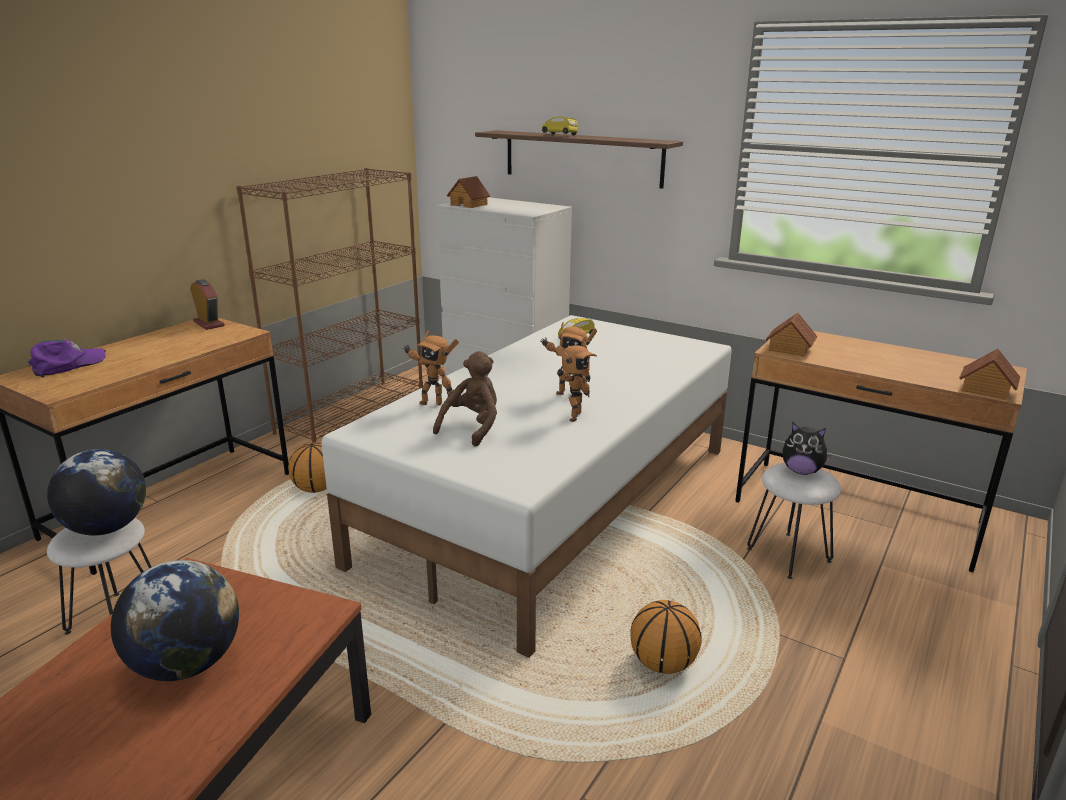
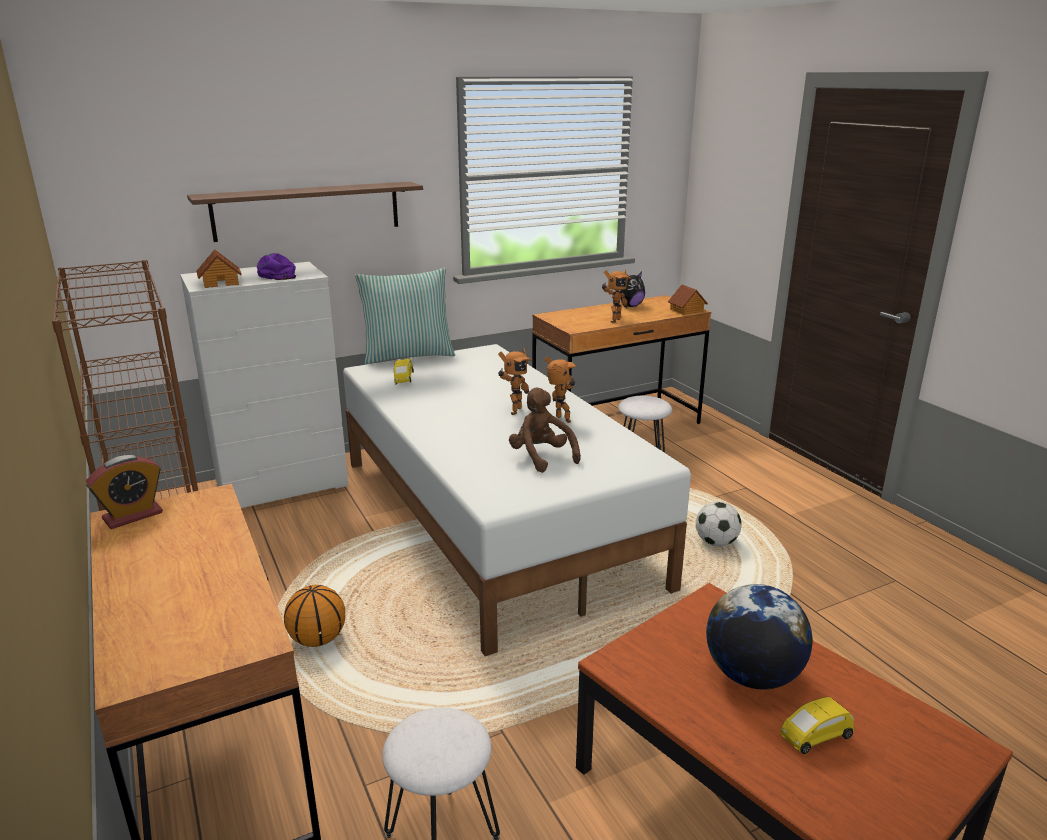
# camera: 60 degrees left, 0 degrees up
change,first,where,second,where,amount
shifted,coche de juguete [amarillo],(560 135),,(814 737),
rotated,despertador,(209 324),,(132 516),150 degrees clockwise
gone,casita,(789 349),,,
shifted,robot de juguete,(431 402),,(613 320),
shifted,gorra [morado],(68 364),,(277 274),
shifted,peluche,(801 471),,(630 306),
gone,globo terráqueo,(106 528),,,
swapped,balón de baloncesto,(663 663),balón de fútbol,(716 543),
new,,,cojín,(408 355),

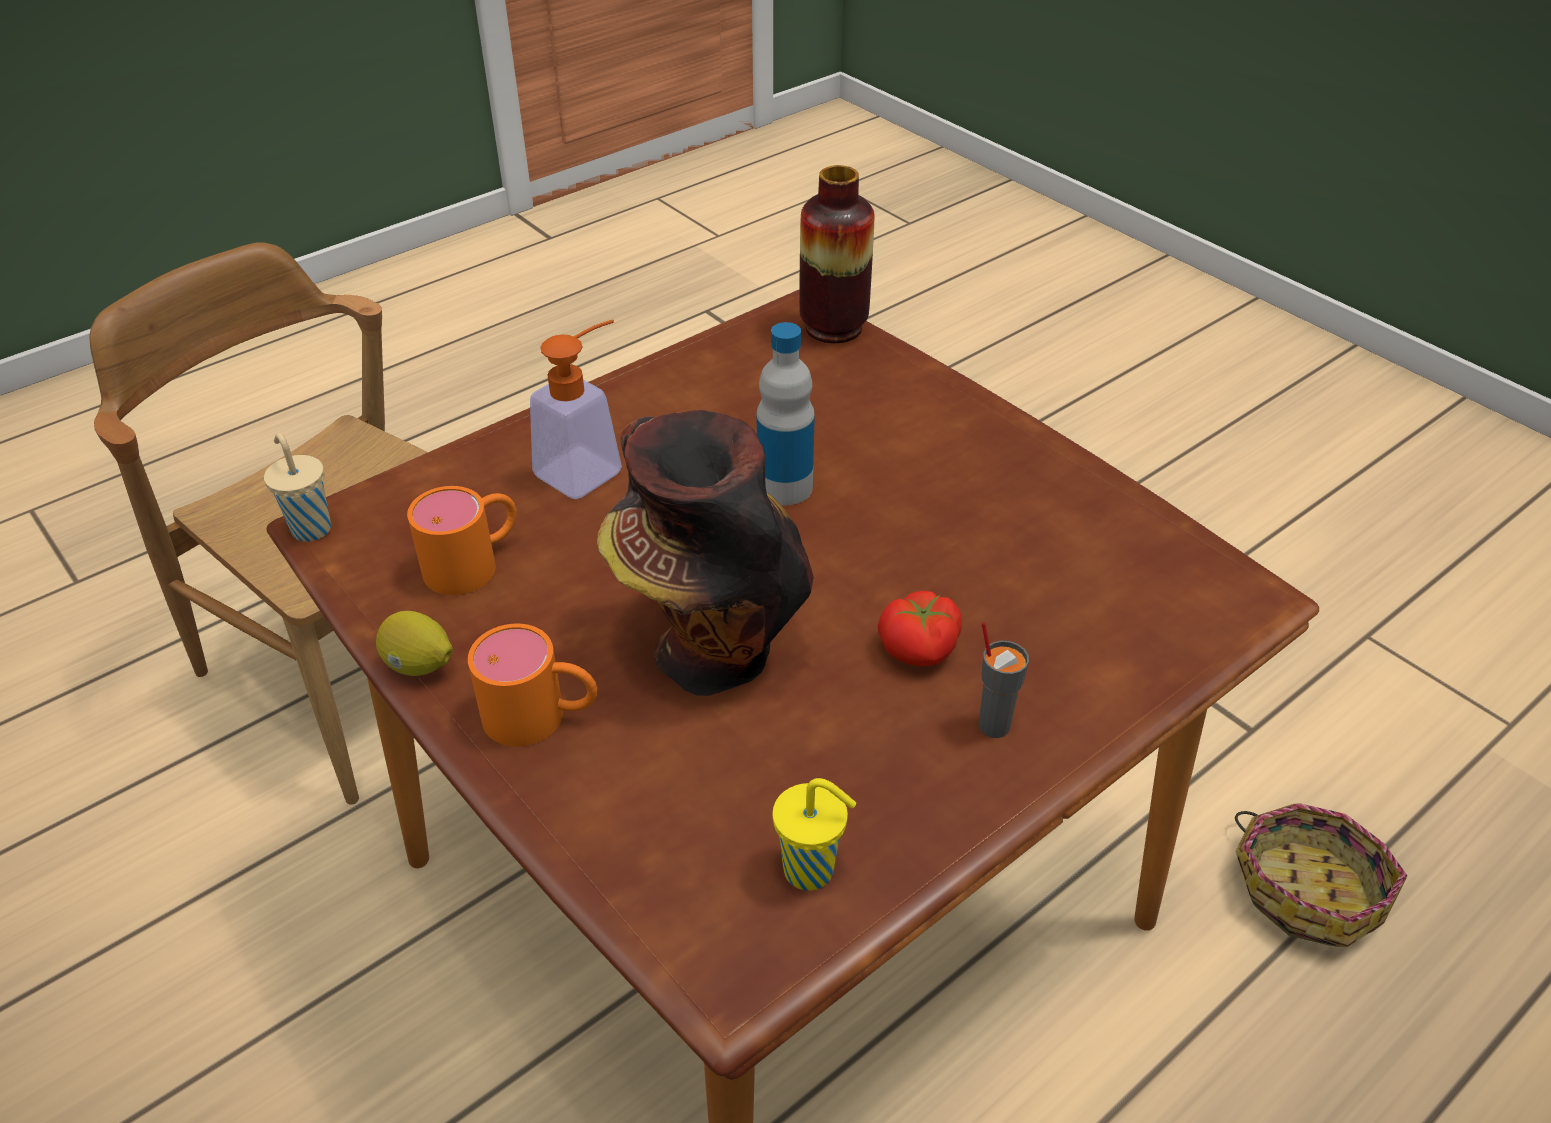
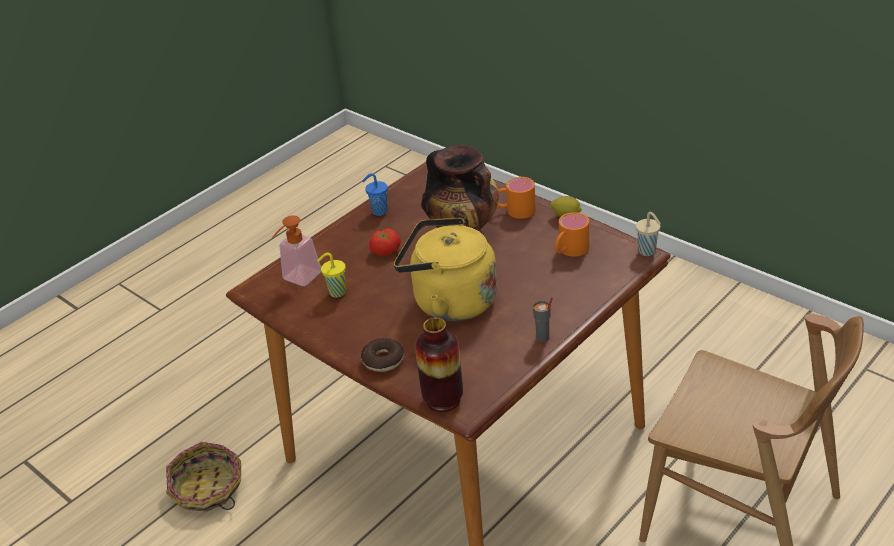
# camera: 175 degrees right, 5 degrees down
change,first,where,second,where,amount
shifted,dispensador de jabón,(589 467),,(298 279),
swapped,botella,(785 487),hervidor [amarillo],(449 301),
shifted,taza [gris],(993 725),,(543 337),
shifted,taza [amarillo],(812 871),,(336 292),
new,,,taza [azul],(378 211),
new,,,rosquilla,(383 360),

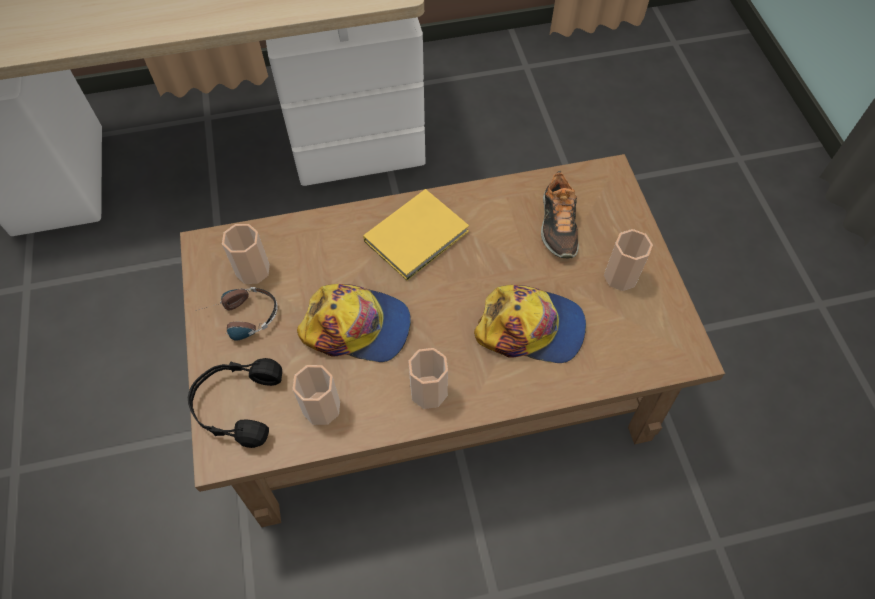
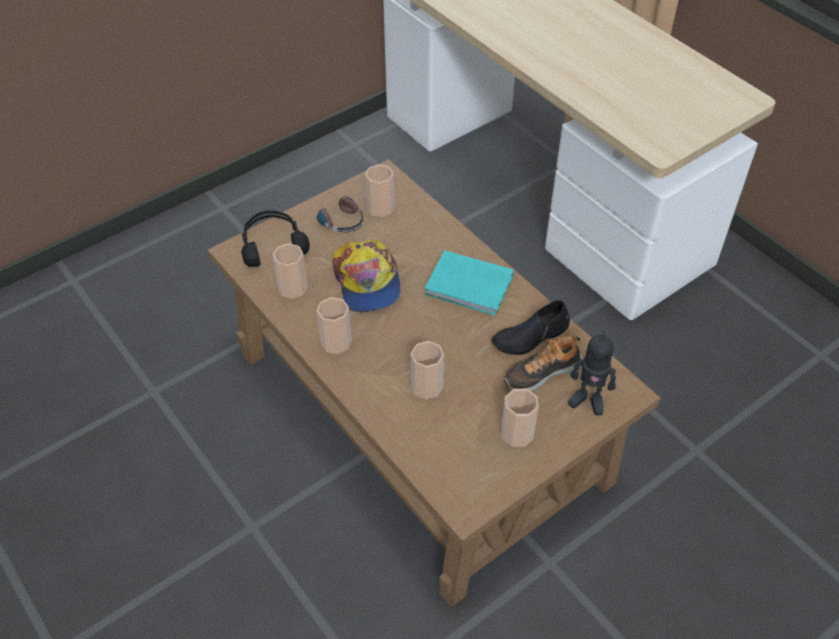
# camera: 65 degrees right, 10 degrees down
change,first,where,second,where,amount
repainted,libro [amarillo],(419 236),libro [turquesa],(470 286),
swapped,gorra,(531 328),taza,(427 386),
new,,,zapato [negro],(530 336),
new,,,robot de juguete,(588 400),

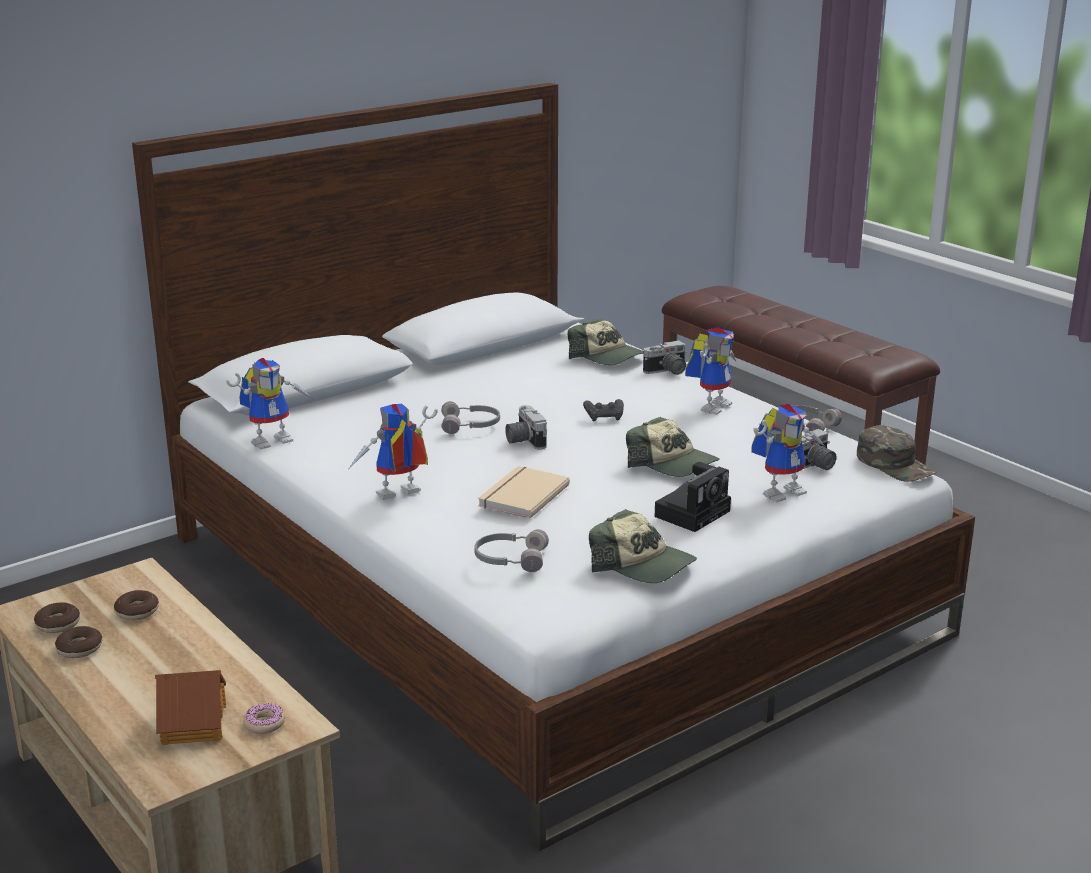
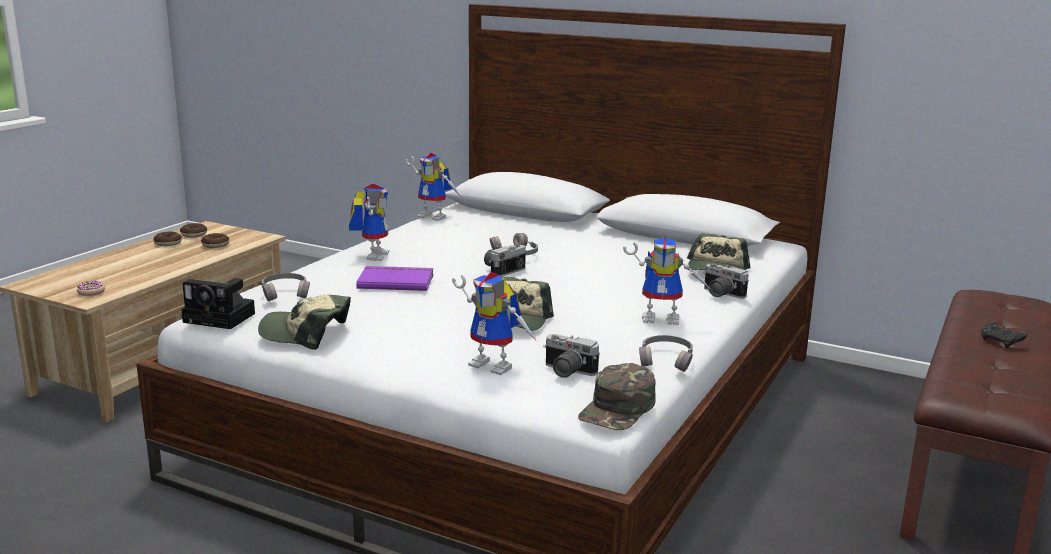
# camera: 65 degrees right, 5 degrees down
change,first,where,second,where,amount
shifted,mando de consola [negro],(604 417),,(1000 342),
rotated,robot de juguete,(397 496),,(373 255),60 degrees clockwise
shifted,cámara,(693 512),,(222 318),
repainted,libro [beis],(521 495),libro [morado],(395 281),
rotated,gorra,(643 565),,(305 333),90 degrees clockwise
gone,casita,(192 724),,,

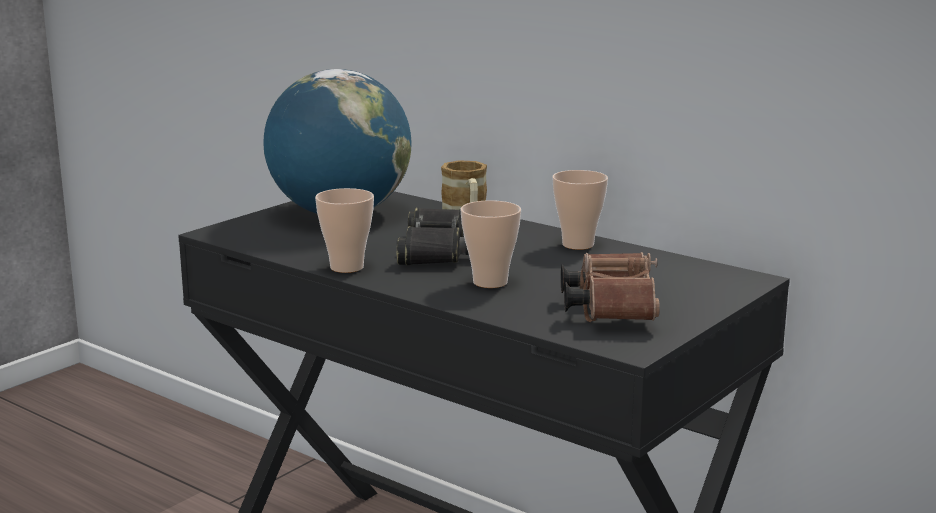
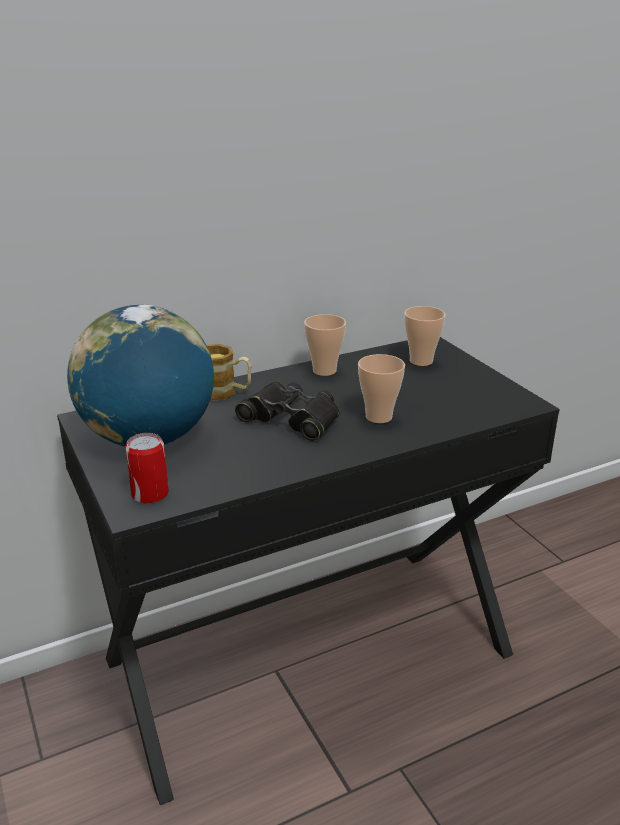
# camera: 65 degrees left, 10 degrees up
change,first,where,second,where,amount
shifted,taza,(346 267),,(421 361),
gone,prismáticos [marrón],(609 309),,,
new,,,lata,(150 494),

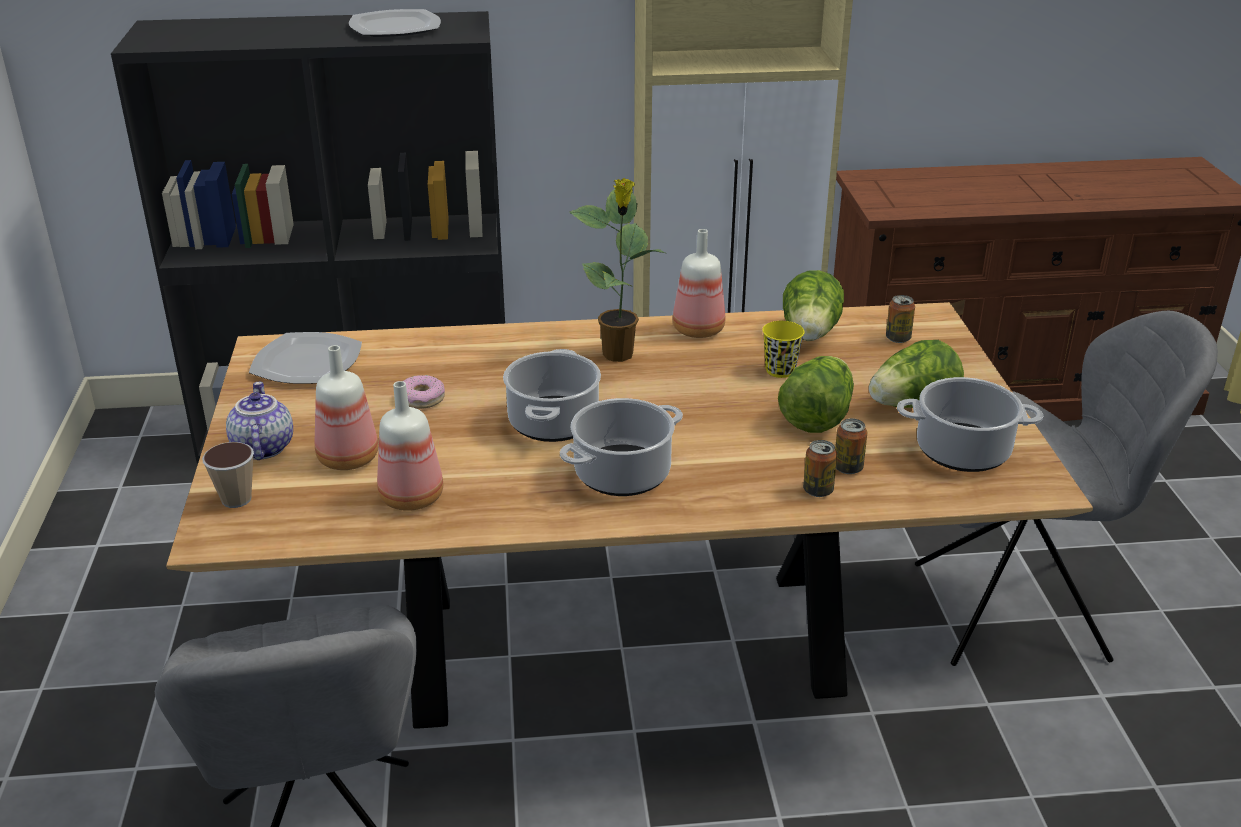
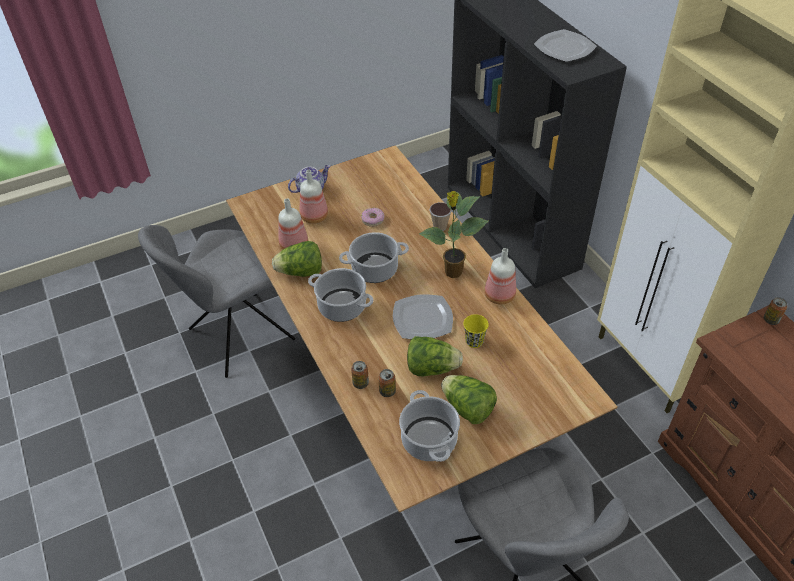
# camera: 70 degrees right, 15 degrees up
change,first,where,second,where,amount
shifted,lechuga,(810 335),,(301 272),
shifted,lata,(898 338),,(771 320),
shifted,plato,(308 362),,(423 319),
shifted,taza,(236 499),,(440 227),

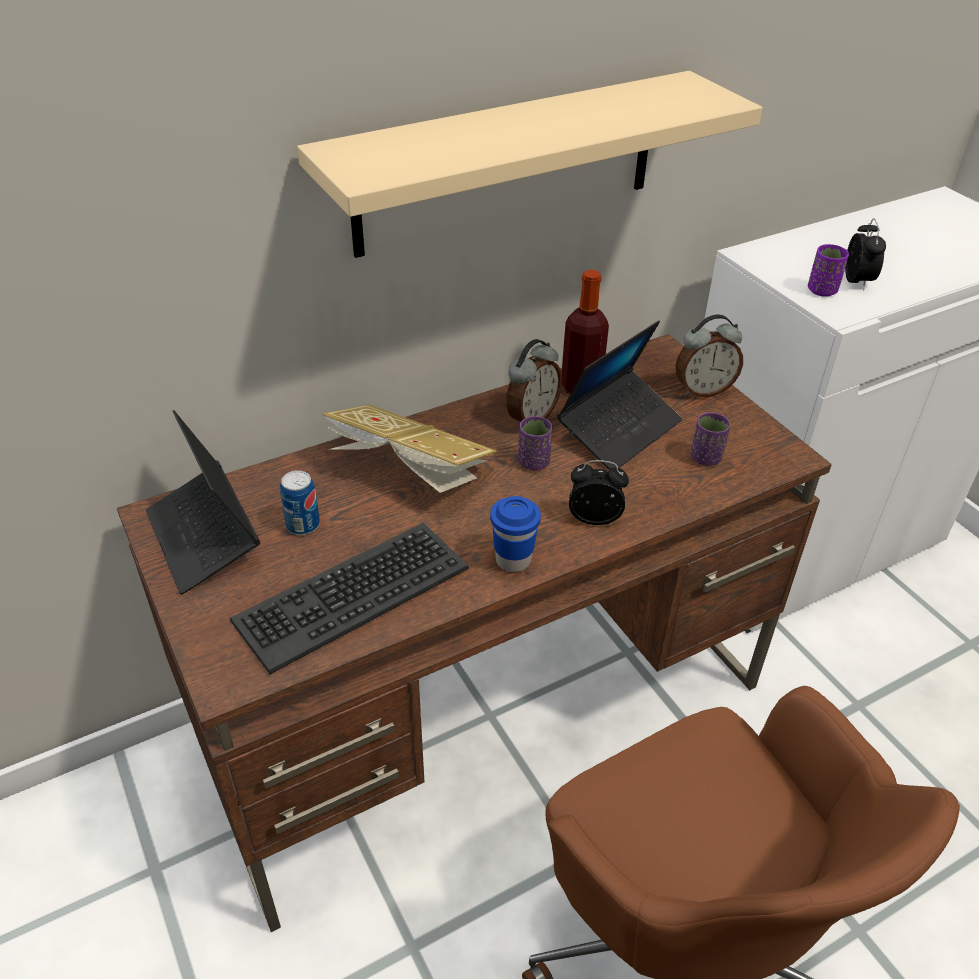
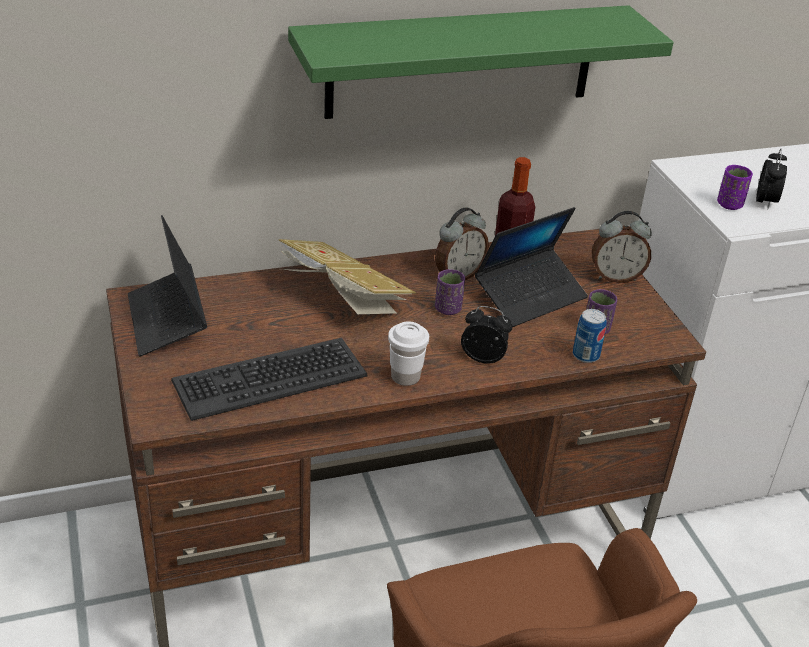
# camera: 10 degrees right, 5 degrees down
change,first,where,second,where,amount
repainted,estante [beis],(508 164),estante [verde],(461 61),
shifted,lata,(303 525),,(586 355),
repainted,taza [azul],(513 560),taza [blanco],(405 377),

